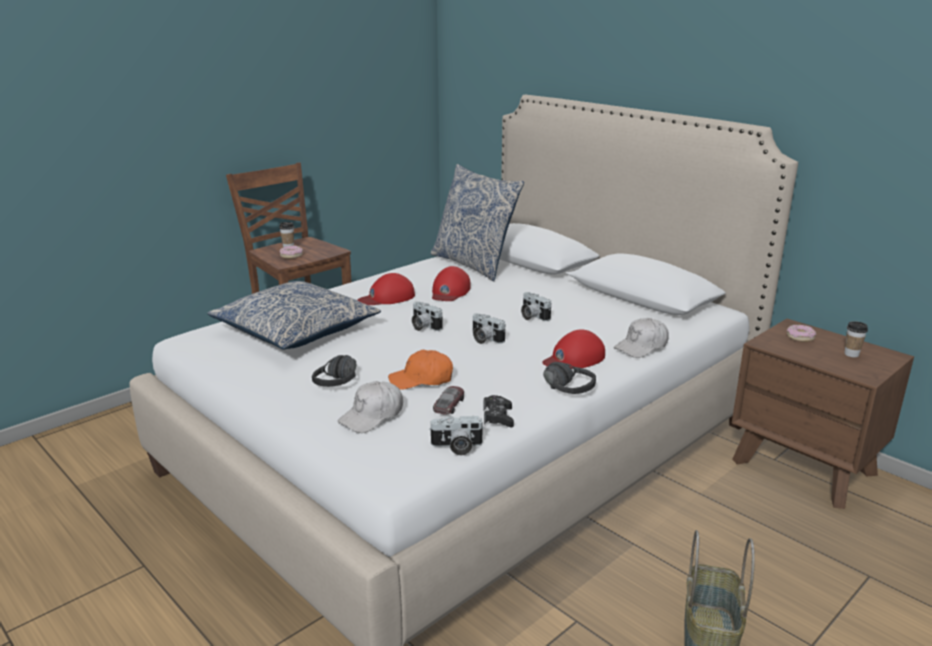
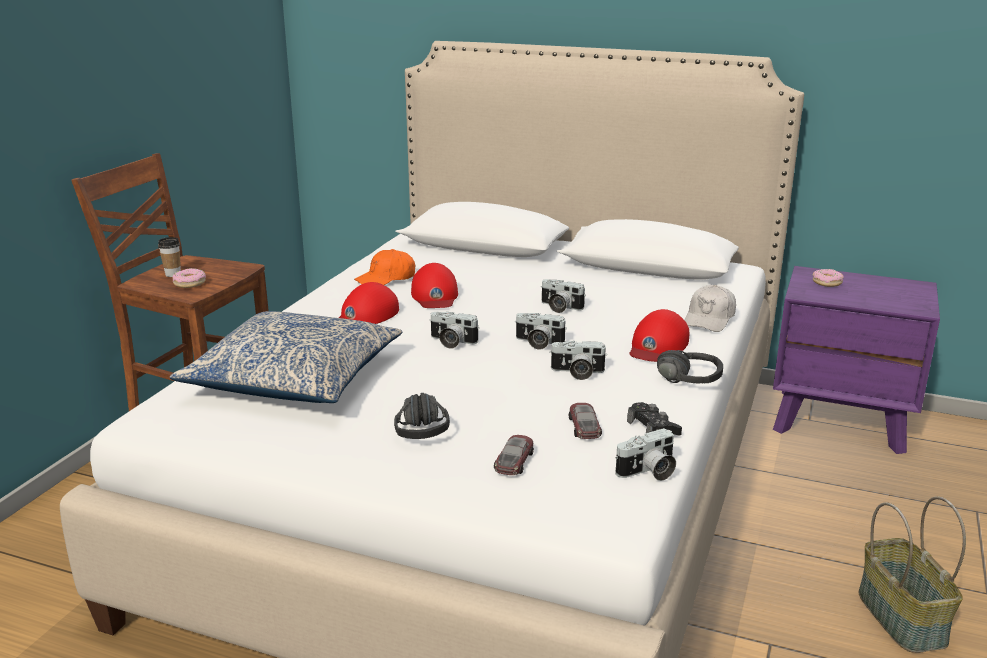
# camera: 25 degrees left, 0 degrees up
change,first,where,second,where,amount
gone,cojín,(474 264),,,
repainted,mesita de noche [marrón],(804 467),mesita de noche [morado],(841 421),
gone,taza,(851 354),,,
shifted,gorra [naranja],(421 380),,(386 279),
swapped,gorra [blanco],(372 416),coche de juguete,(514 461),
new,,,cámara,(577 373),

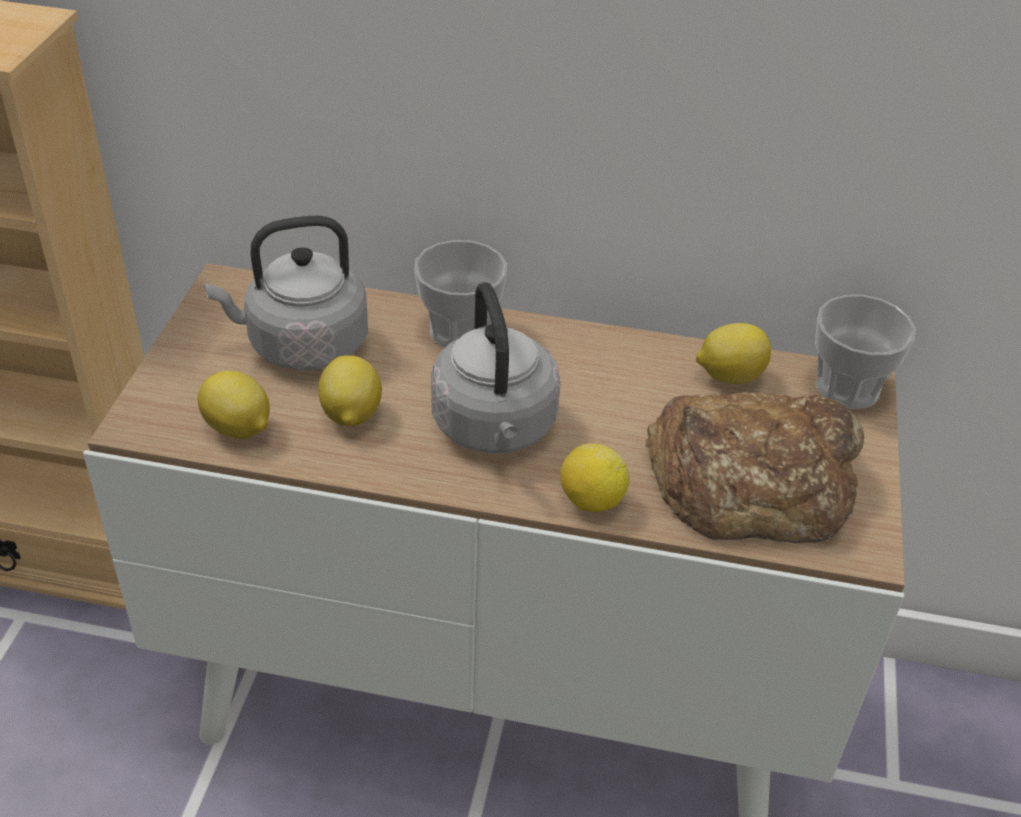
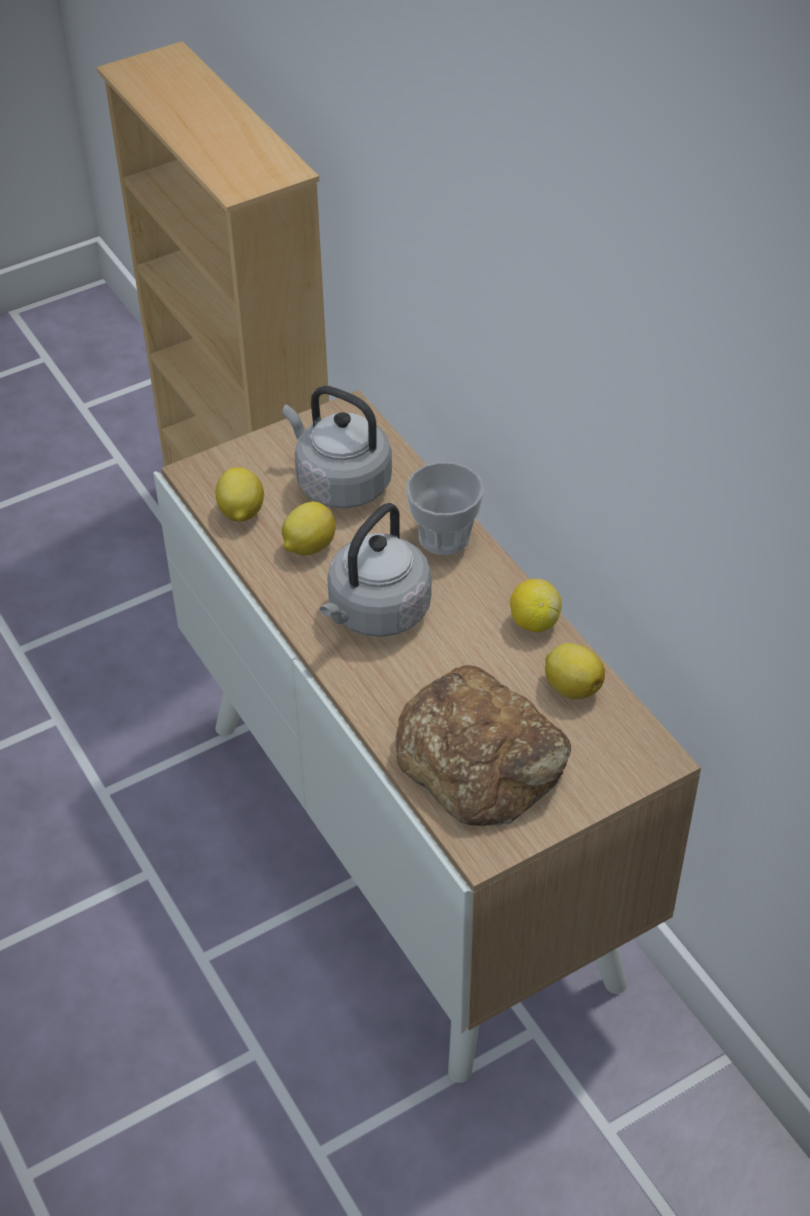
# camera: 50 degrees right, 5 degrees up
change,first,where,second,where,amount
gone,taza,(847 388),,,
shifted,limón,(591 500),,(534 622),

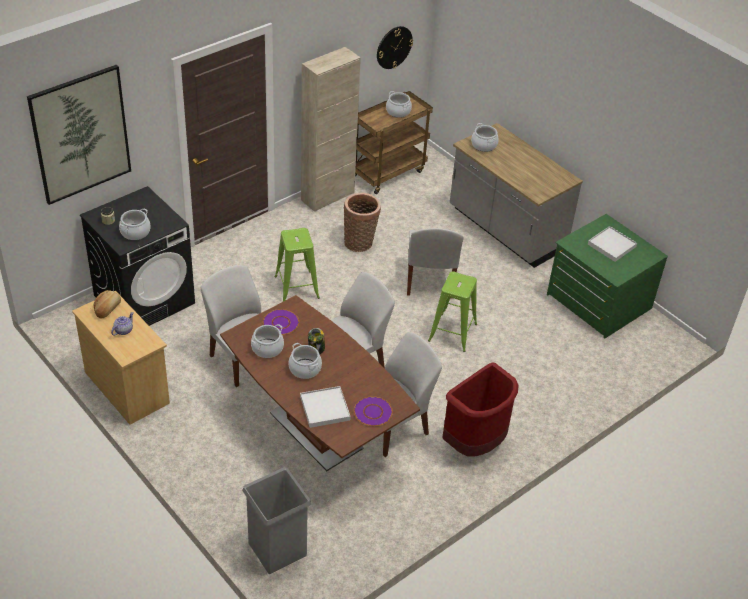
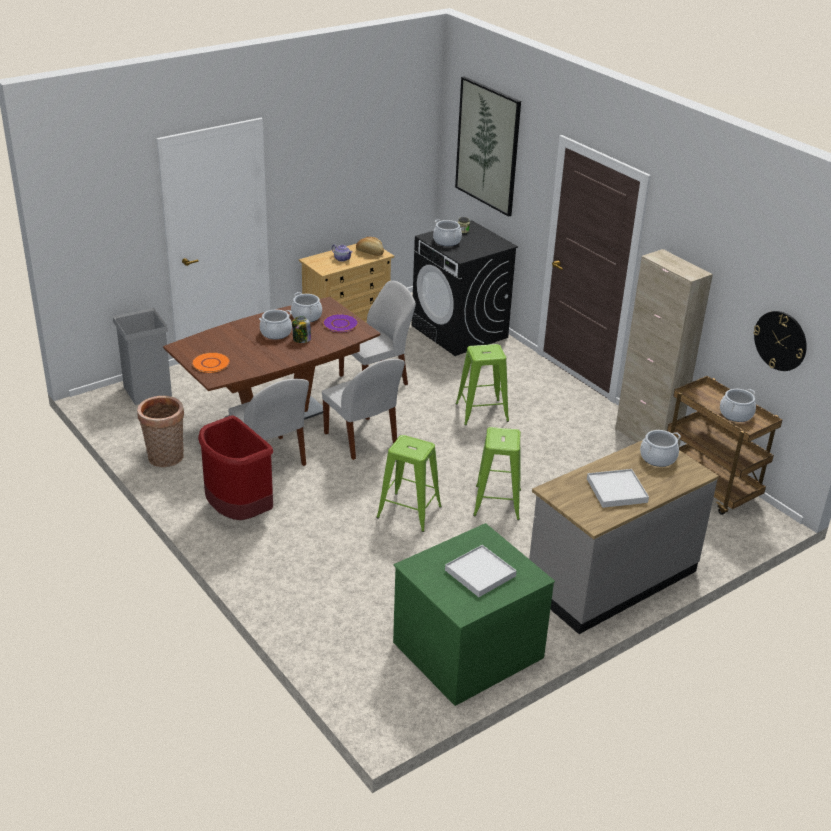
# camera: 95 degrees right, 10 degrees down
change,first,where,second,where,amount
shifted,cesta,(360 242),,(165 459),
swapped,silla [blanco],(430 282),taburete [verde],(497 503),
shifted,bandeja [blanco],(325 408),,(616 490),
repainted,plato [morado],(372 412),plato [naranja],(211 363),

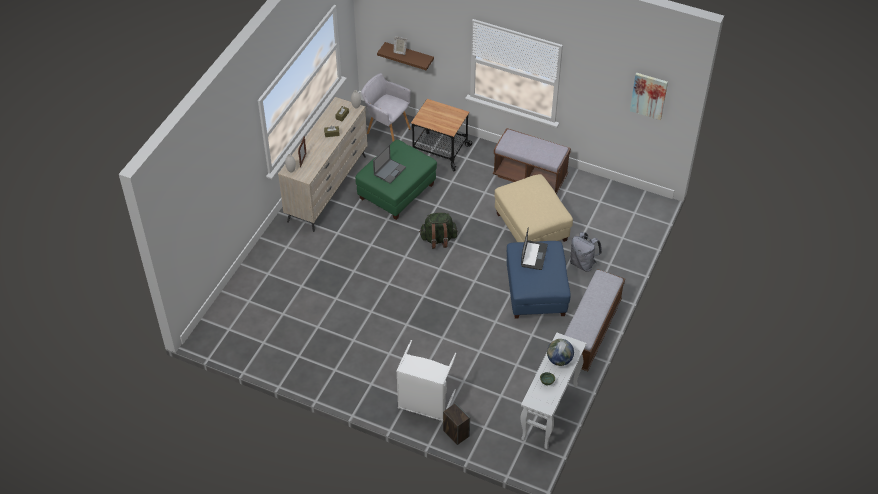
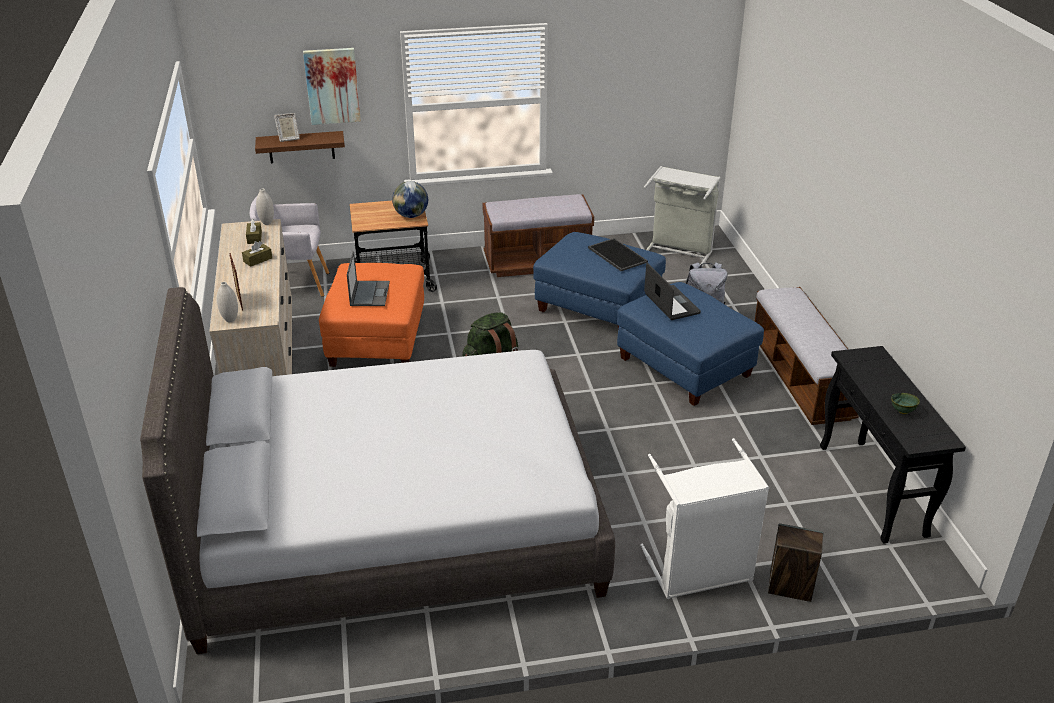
# camera: 35 degrees left, 15 degrees down
change,first,where,second,where,amount
shifted,cuadro,(649 95),,(332 86),
repainted,puf [verde],(397 192),puf [naranja],(377 340),
repainted,puf [beis],(531 228),puf [azul],(598 308),
repainted,mesa consola [blanco],(549 412),mesa consola [negro],(872 491),
shifted,globo terráqueo,(559 360),,(411 216),
new,,,cesto de la ropa [gris],(678 253),
new,,,bandeja,(616 255),
new,,,cama [gris],(394 527),

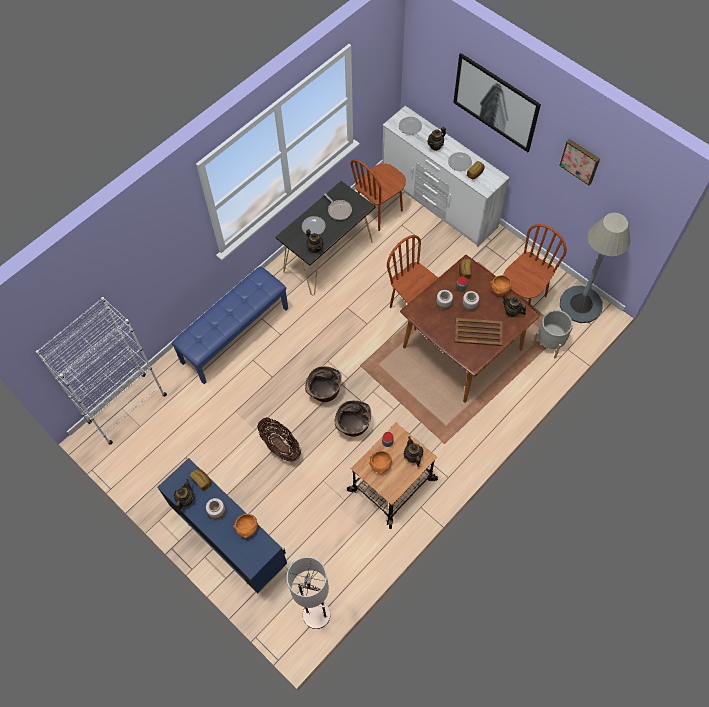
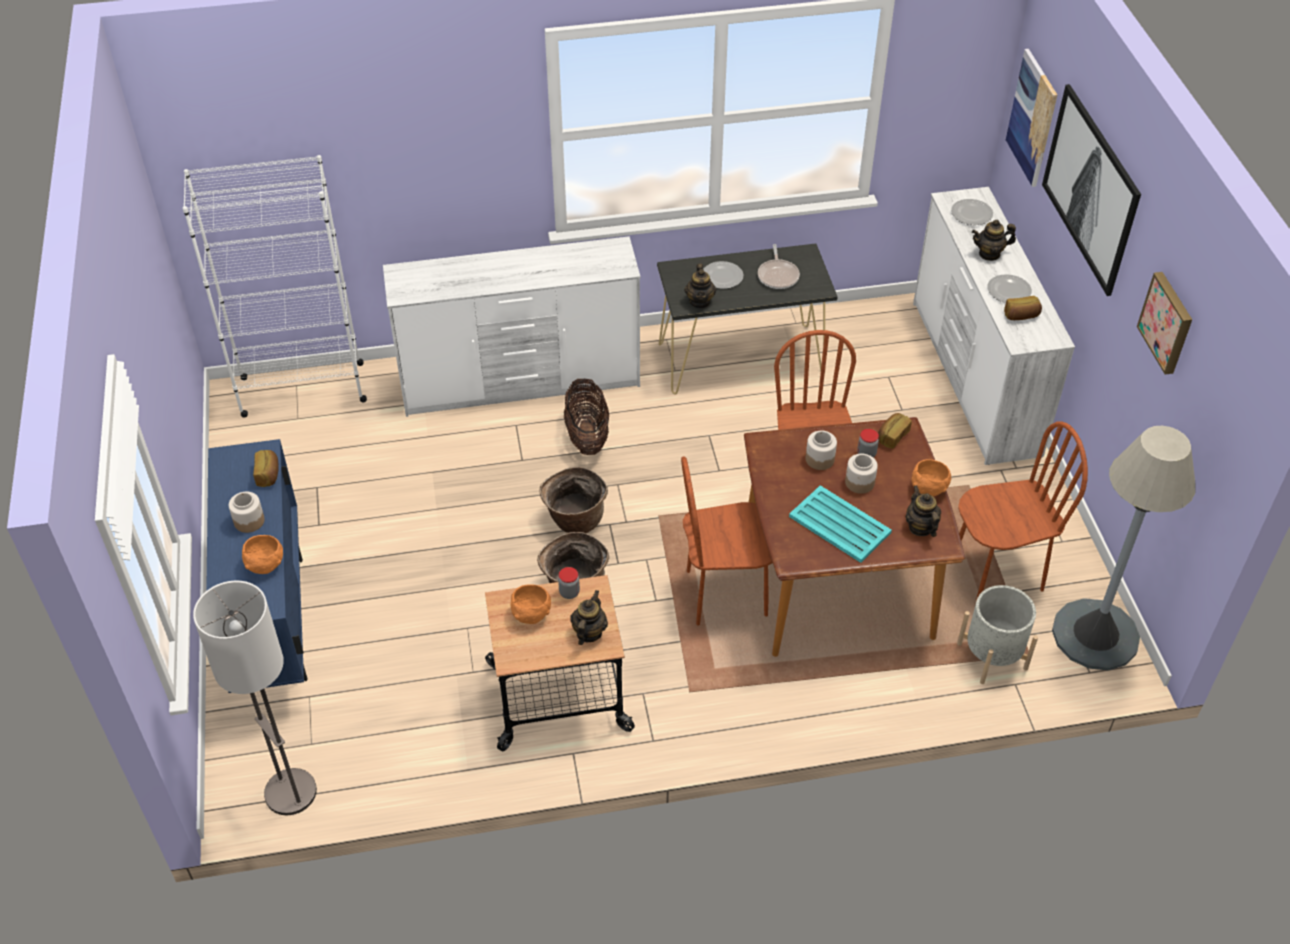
# camera: 35 degrees right, 15 degrees down
change,first,where,second,where,amount
shifted,silla [marrón],(379 211),,(726 594),
swapped,banco [azul],(235 334),cómoda [blanco],(521 382),
repainted,bandeja [marrón],(479 332),bandeja [turquesa],(840 525),
shifted,cesta,(280 446),,(587 436),
gone,tetera,(185 499),,,
new,,,cuadro,(1032 118),

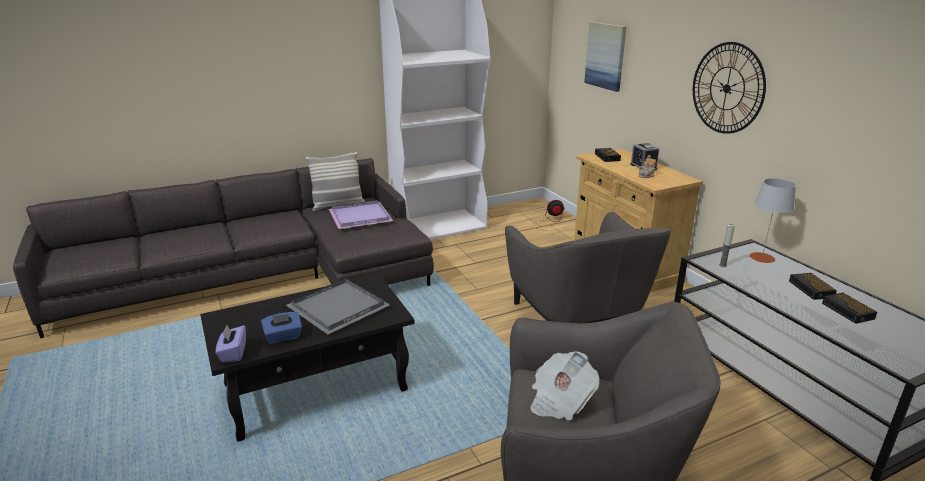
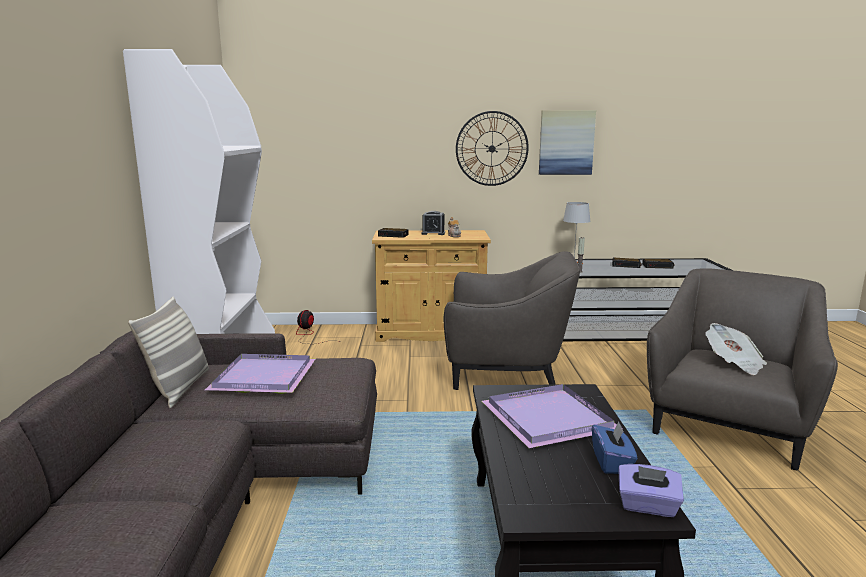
# camera: 65 degrees left, 10 degrees down
change,first,where,second,where,amount
shifted,cuadro,(606 56),,(566 142),
repainted,bandeja [gris],(340 308),bandeja [morado],(549 417),

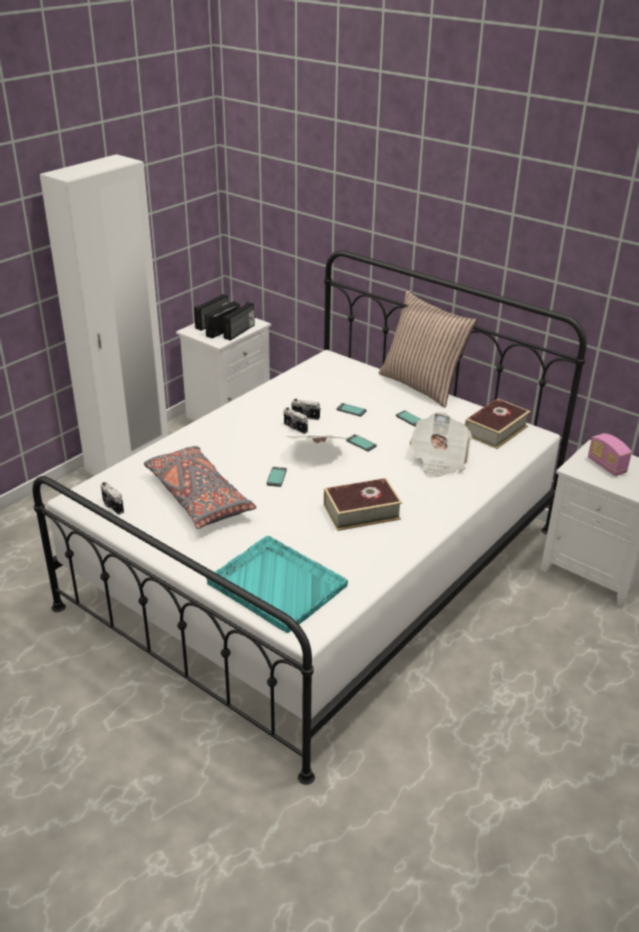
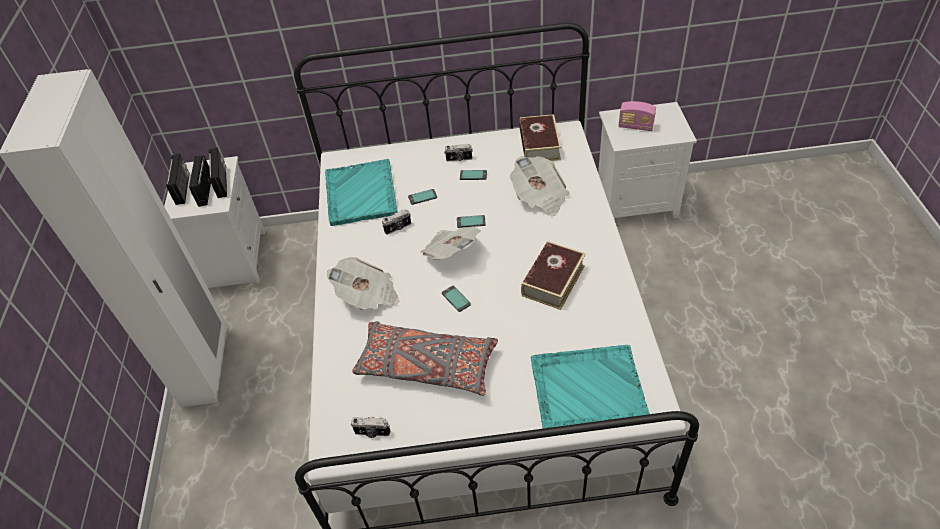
# camera: 40 degrees left, 15 degrees up
change,first,where,second,where,amount
gone,cojín,(422 385),,,
shifted,cámara,(295 428),,(459 159),
new,,,bandeja [turquesa],(361 194),
new,,,periódico,(368 296),

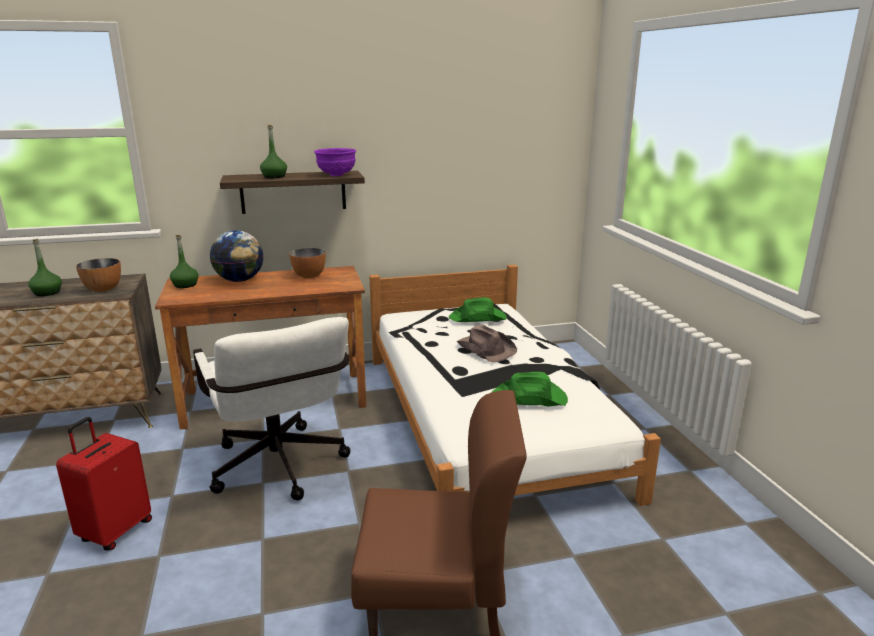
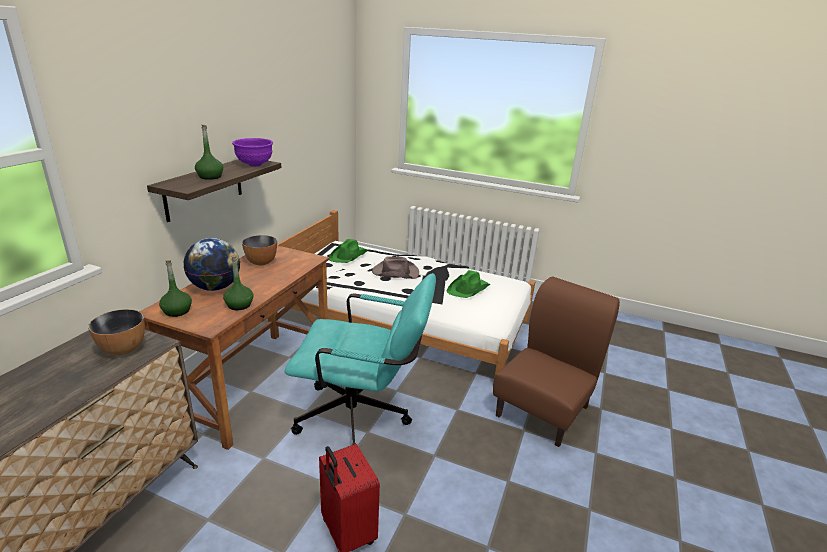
# camera: 55 degrees left, 5 degrees up
change,first,where,second,where,amount
shifted,botella [verde],(47 293),,(239 305),
repainted,silla de oficina [blanco],(281 471),silla de oficina [turquesa],(362 418),

